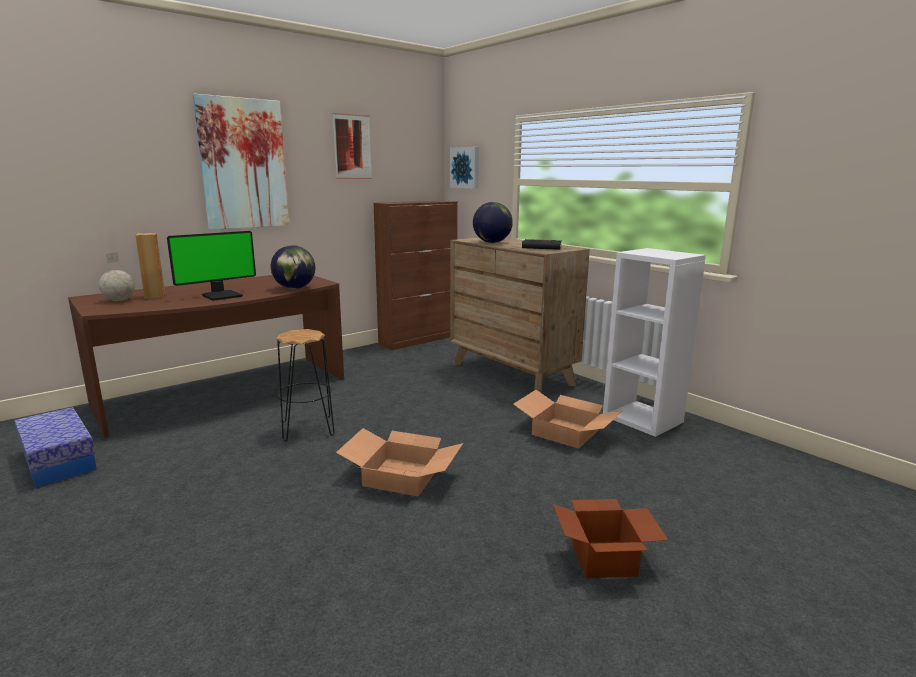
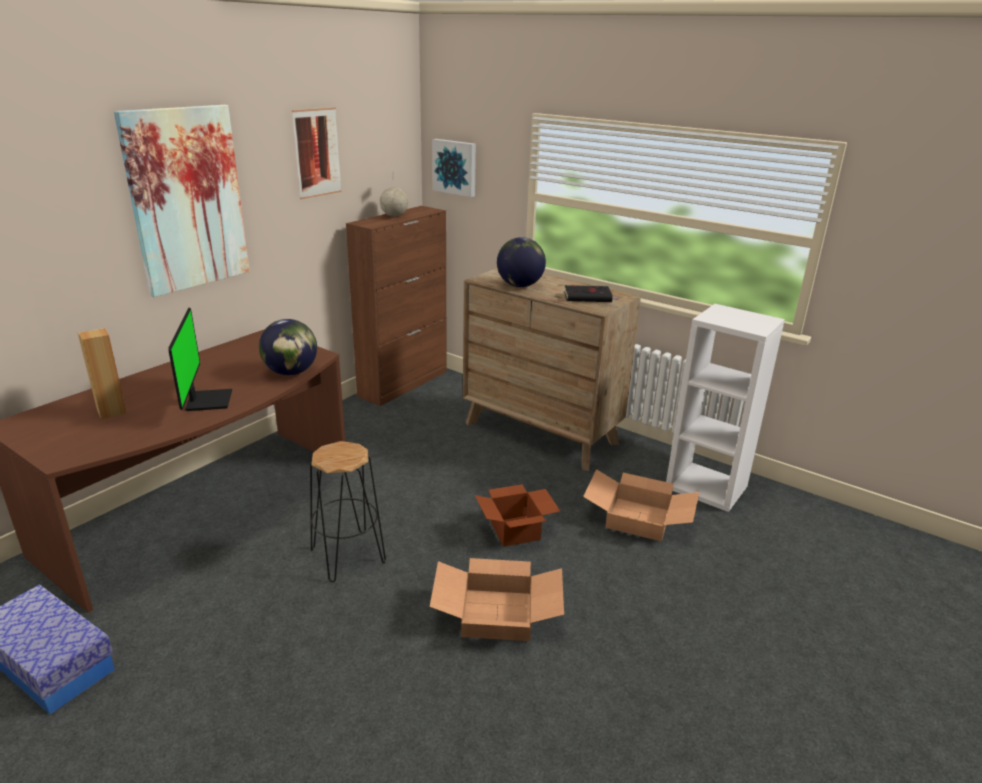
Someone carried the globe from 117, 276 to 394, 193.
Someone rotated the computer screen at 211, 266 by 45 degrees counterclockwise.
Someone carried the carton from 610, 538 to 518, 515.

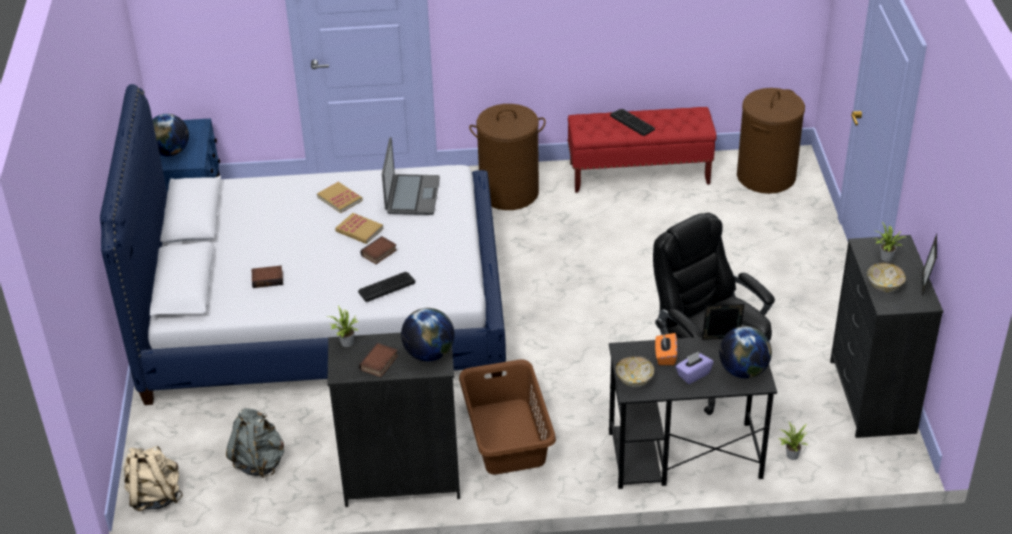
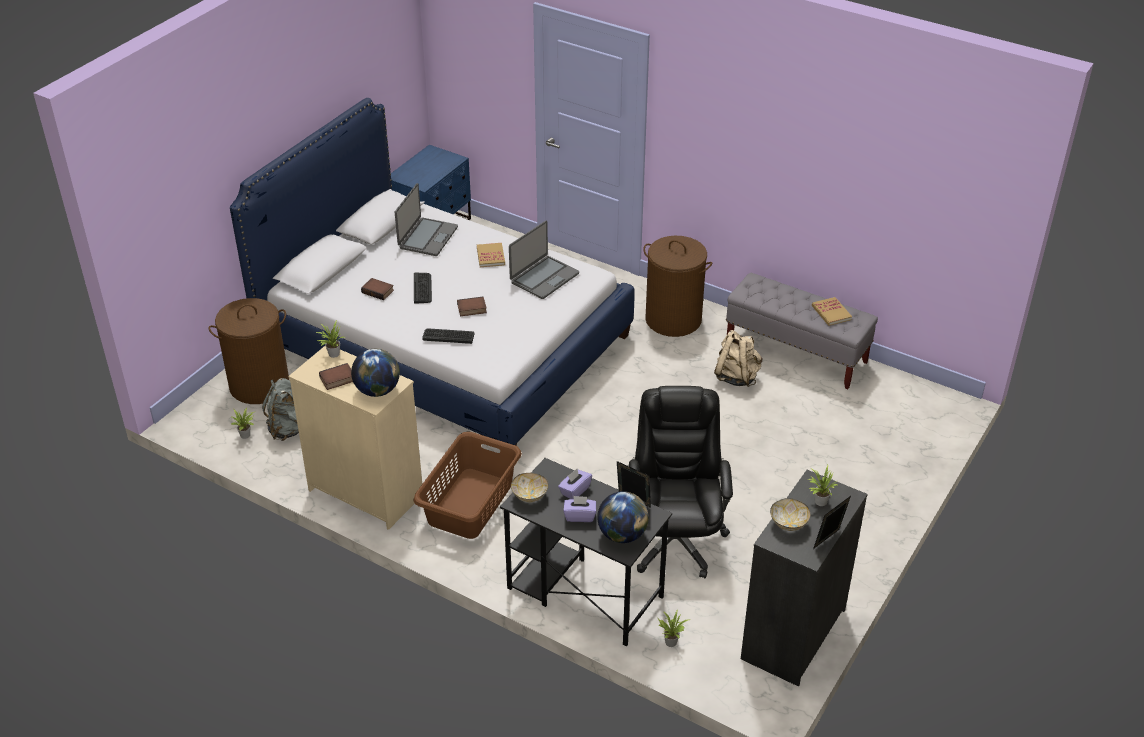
Someone carried the beige backpack from 153, 478 to 738, 358.
Someone took away the globe at 170, 135.
Someone repainted the black drawer chest at 393, 420, which became the beige drawer chest at 355, 438.
Someone carried the bound book from 359, 228 to 832, 311.
Someone repainted the red bench at 642, 150, which became the grey bench at 802, 331.
Someone carried the PC keyboard from 632, 122 to 423, 288.
Someone repainted the orange-coloured box of tissues at 666, 349, which became the purple-coloured box of tissues at 575, 484.
Someone carried the brown-coloured washing basket from 771, 141 to 248, 351.
Someone put down the plant in a pot at 242, 423.
Someone put down the laptop at 426, 219.

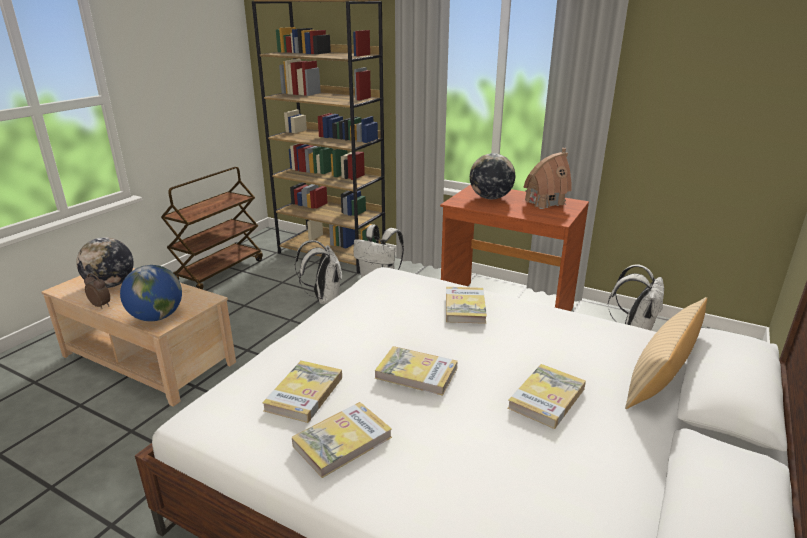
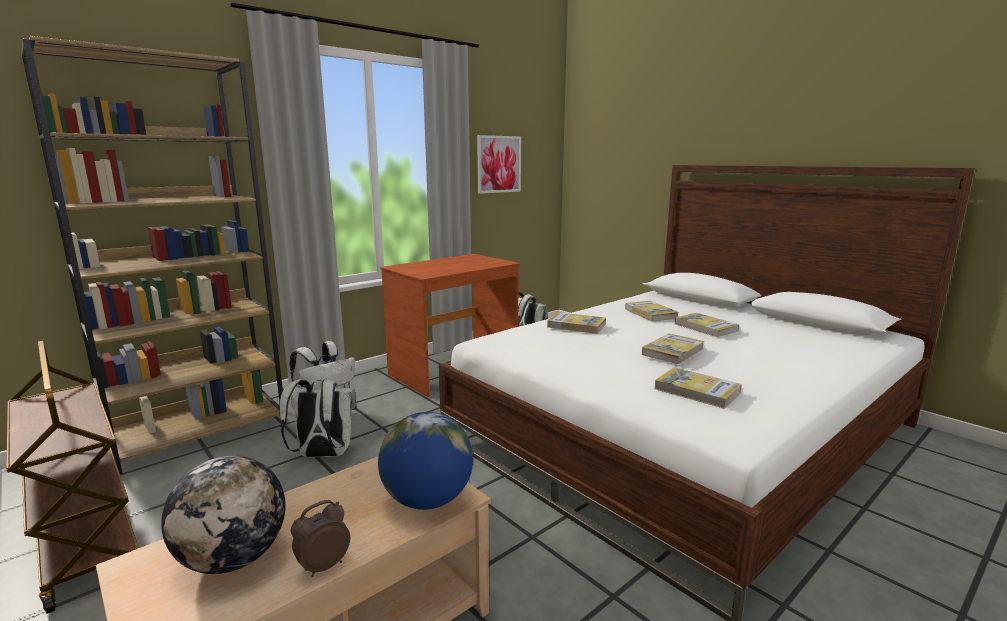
Someone carried the bound book from 342, 440 to 651, 311.
Someone took away the globe at 492, 176.
Someone took away the toy house at 547, 178.
Someone took away the beige pillow at 666, 353.
Someone put up the wall art at 499, 164.

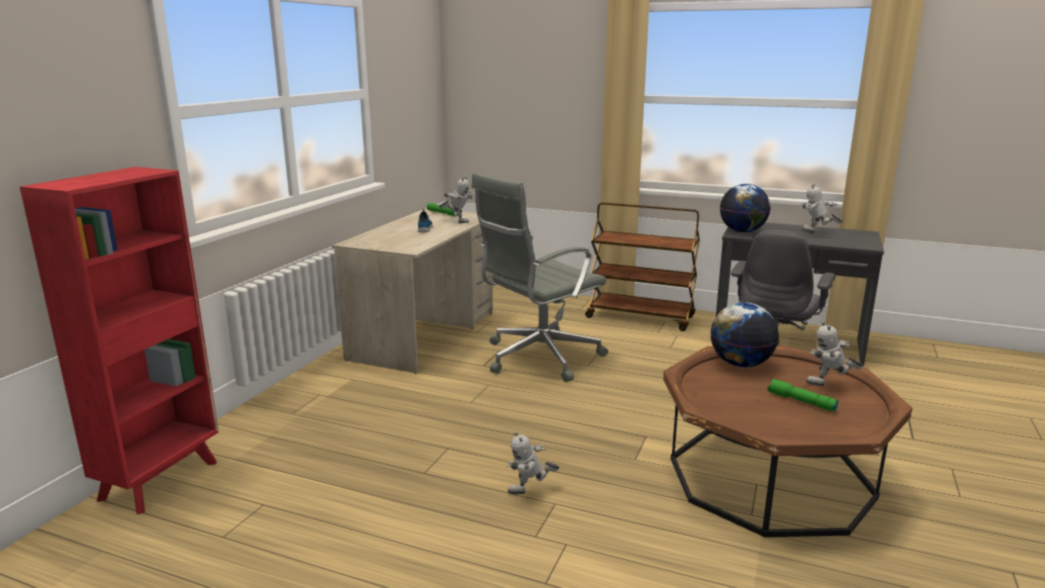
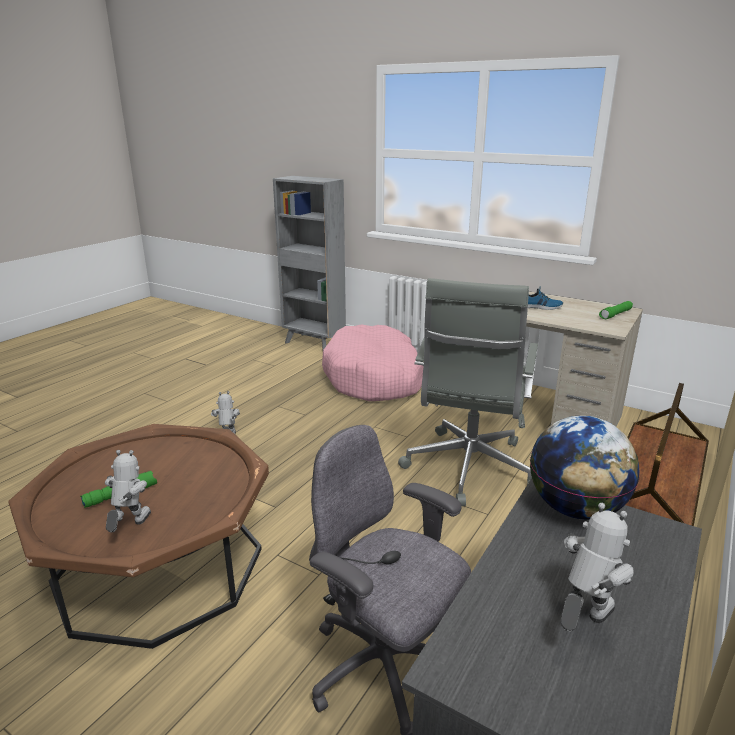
Someone repainted the red bookcase at 119, 340, which became the grey bookcase at 309, 263.
Someone took away the model robot at 456, 199.
Someone rotated the grey computer chair at 539, 277 by 135 degrees counterclockwise.
Someone took away the globe at 745, 334.
Someone put down the pink pet bed at 372, 362.

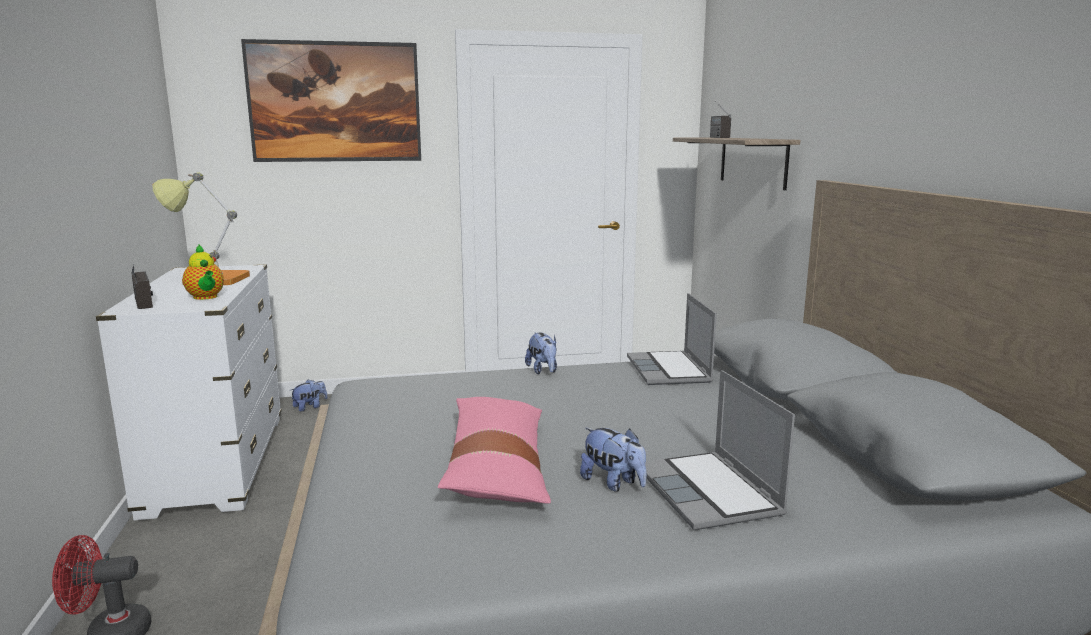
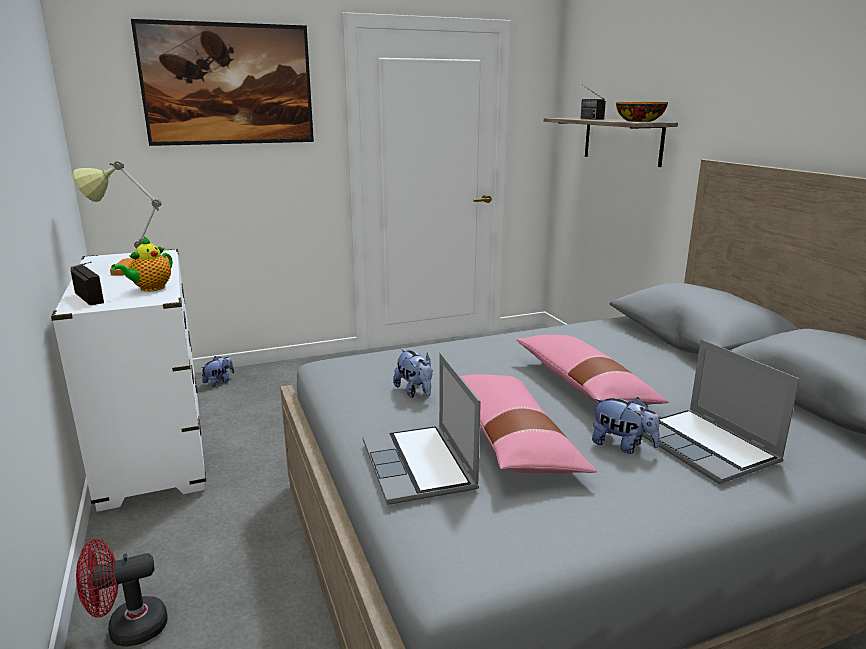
Someone rotated the pot for tea at 203, 272 by 75 degrees clockwise.
Someone carried the cuddly toy from 541, 353 to 413, 373.
Someone carried the laptop from 672, 339 to 422, 429.
Someone put down the pink pillow at 592, 370.
Someone put down the deep dish at 642, 112.

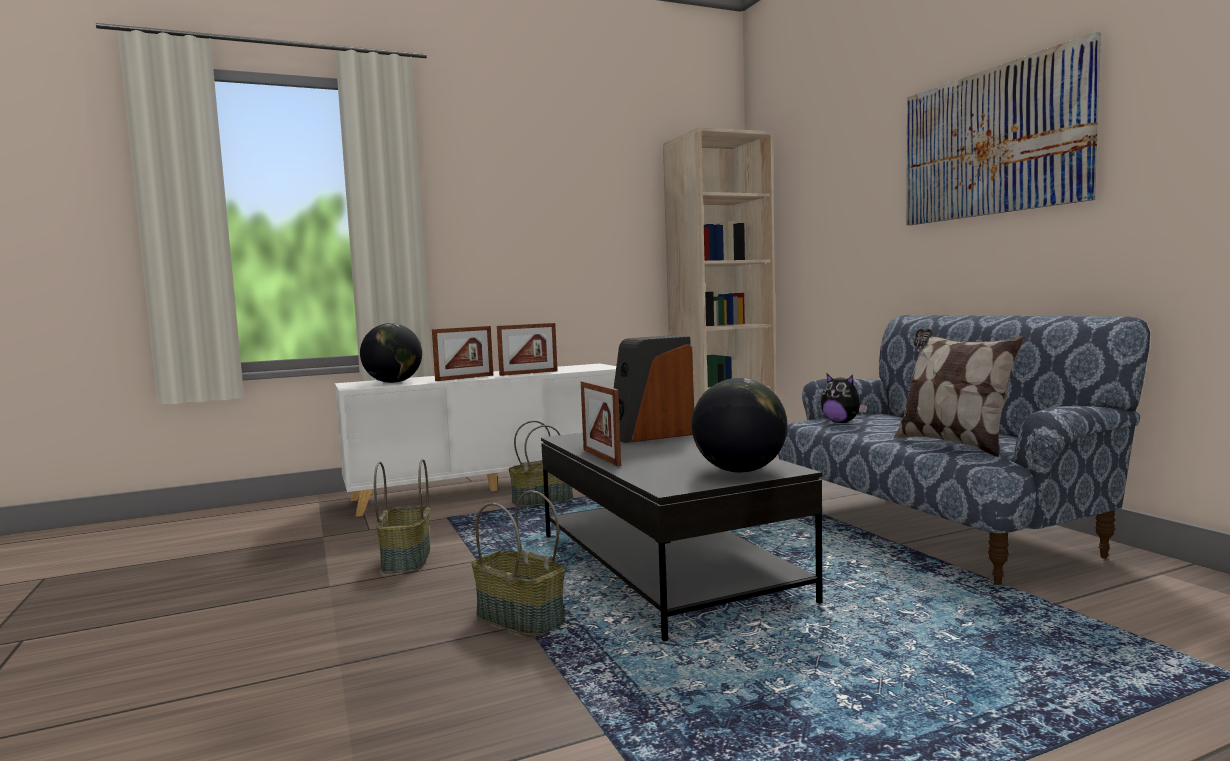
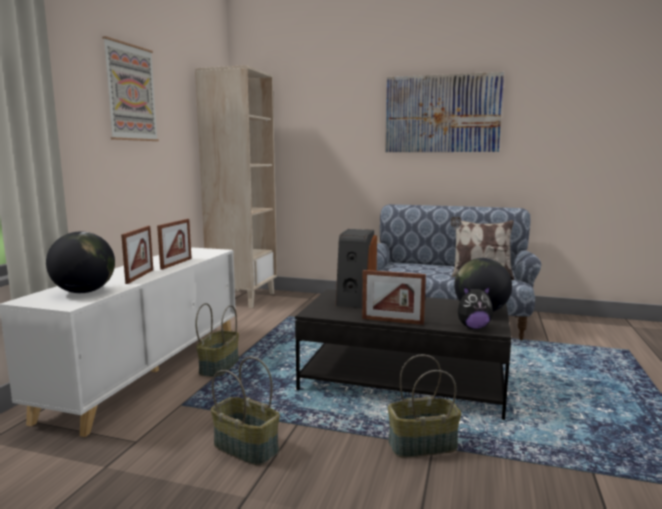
Someone carried the cuddly toy from 844, 398 to 475, 307.
Someone put up the wall art at 130, 88.

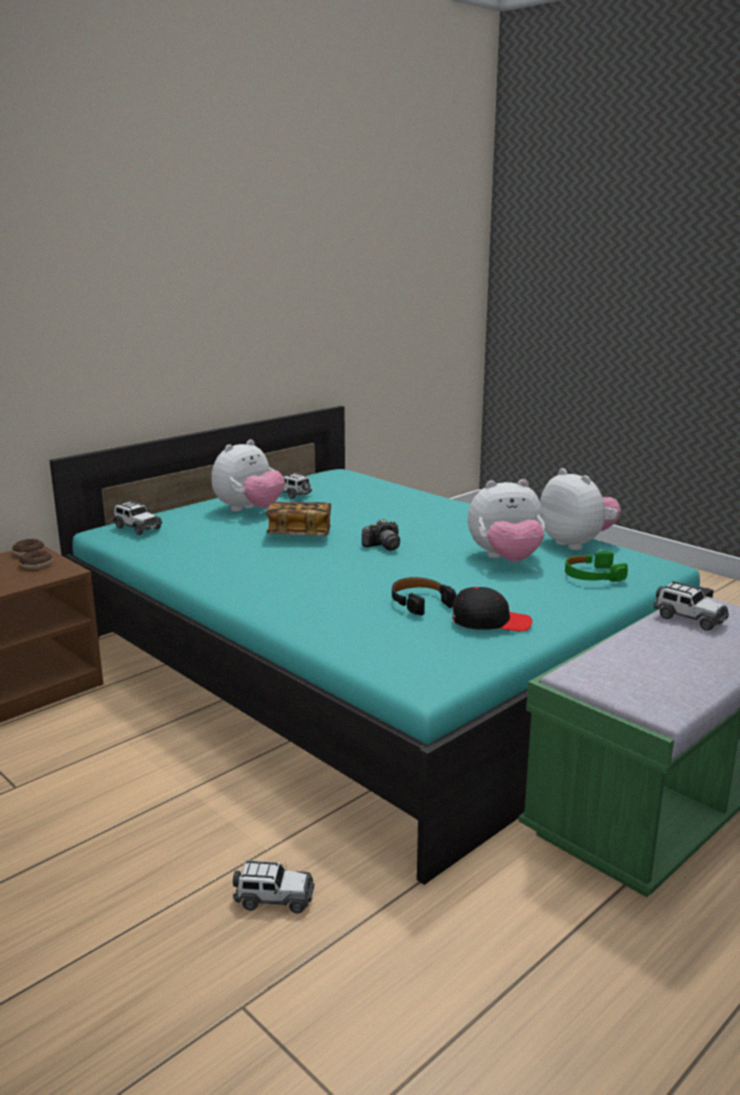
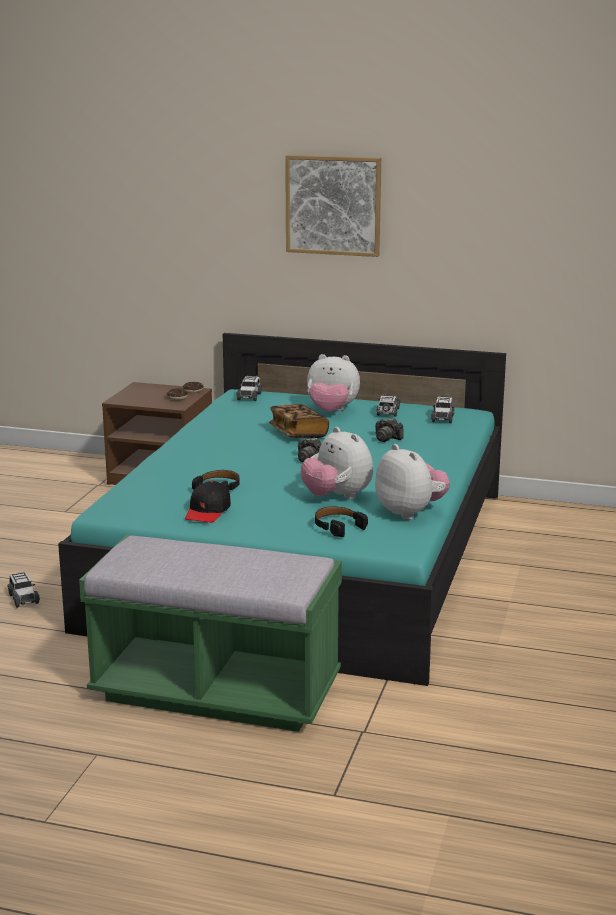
Someone rotated the black baseball cap at 492, 609 by 45 degrees clockwise.
Someone rotated the cuddly toy at 580, 509 by 60 degrees counterclockwise.
Someone repainted the green-coloured headphones at 596, 566, which became the black headphones at 341, 522.
Someone carried the toy car from 691, 606 to 443, 409.
Someone put up the wall art at 333, 206.
Someone put down the still camera at 389, 430.

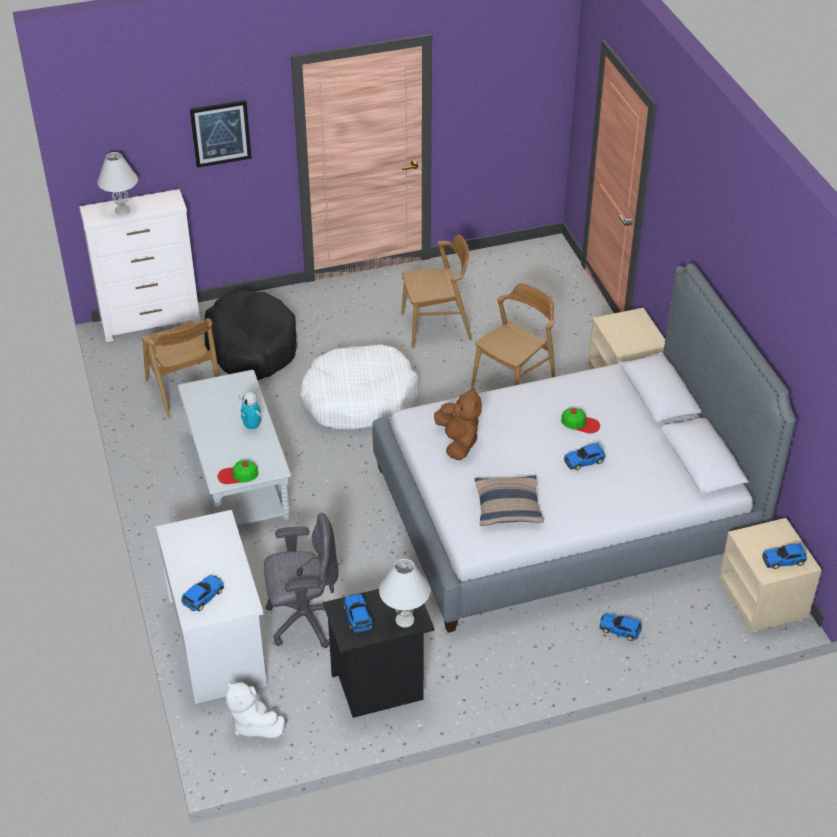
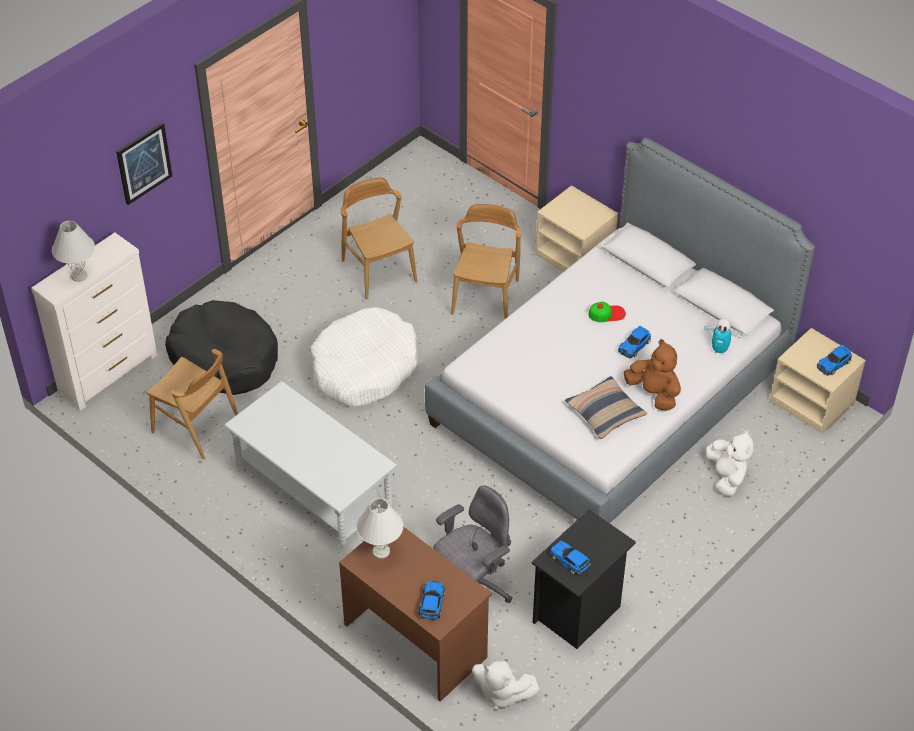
Someone repainted the whitish desk at 211, 607, which became the brown-coloured desk at 415, 614.
Someone took away the baseball cap at 237, 472.
Someone carried the model robot from 251, 411 to 723, 336.
Someone carried the whitish lamp for a table from 404, 593 to 379, 528.
Someone rotated the brown-coloured chair at 436, 291 by 75 degrees counterclockwise.
Someone carried the brown-coloured cuddly toy from 458, 423 to 652, 374.
Someone swapped the toy car at 620, 627 for the whitish cuddly toy at 729, 462.

